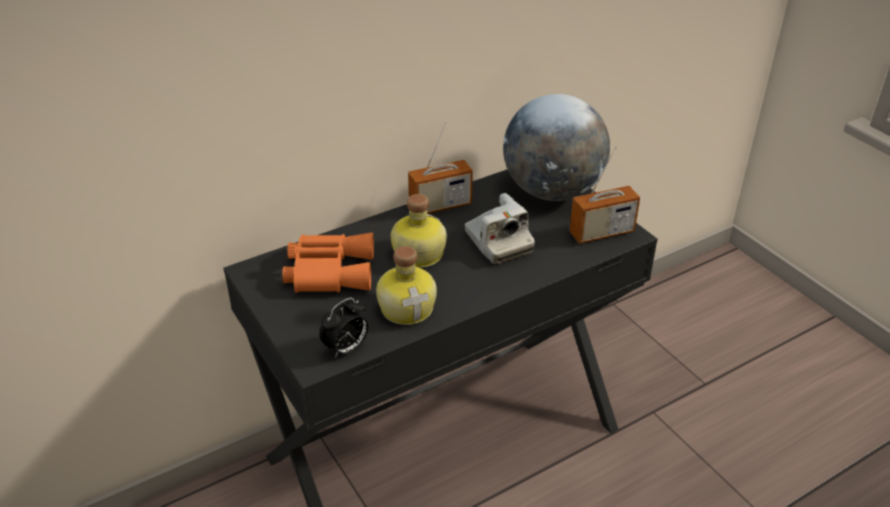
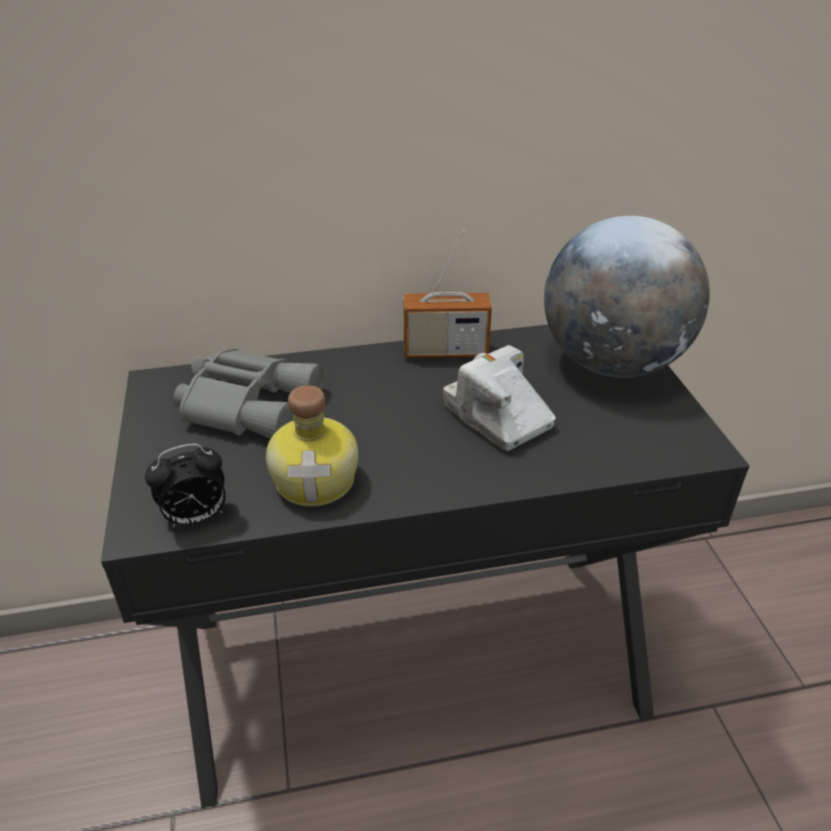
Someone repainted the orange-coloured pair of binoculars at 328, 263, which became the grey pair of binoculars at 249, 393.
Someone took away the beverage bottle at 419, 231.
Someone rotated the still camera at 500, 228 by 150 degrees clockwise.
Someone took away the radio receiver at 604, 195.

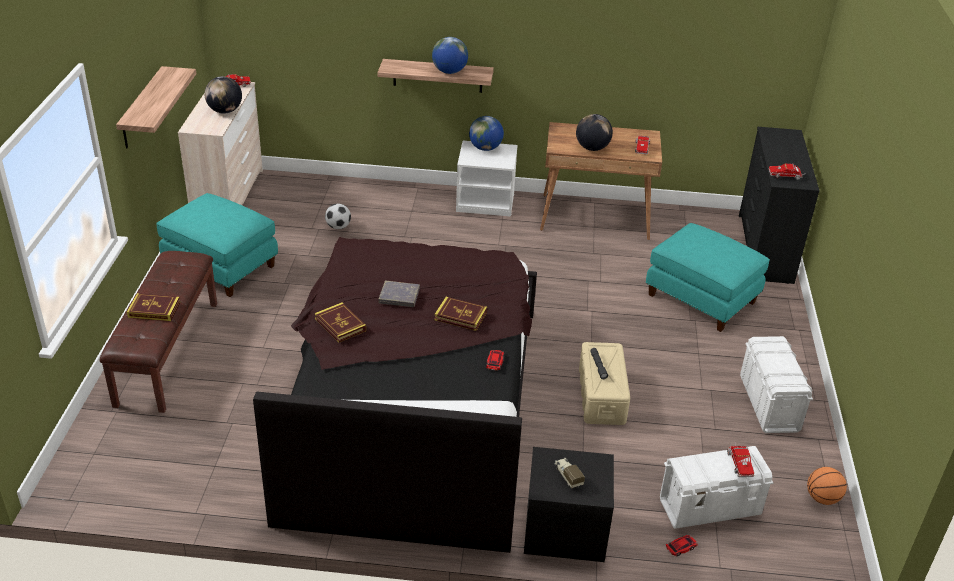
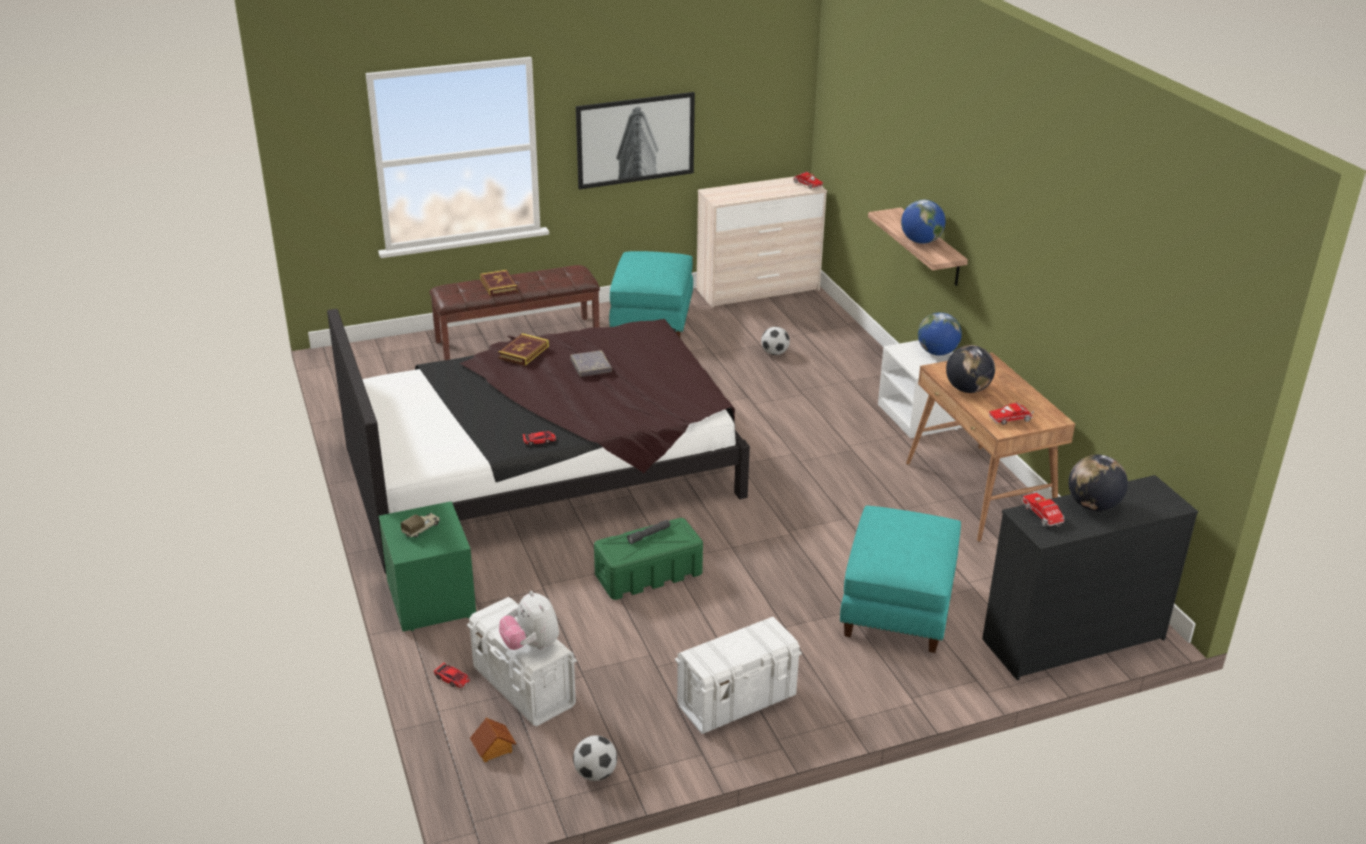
Someone swapped the bracket shelf at 156, 107 for the wall art at 635, 141.
Someone carried the globe from 223, 95 to 1098, 483.
Someone took away the bound book at 460, 314.
Someone repainted the black bedside table at 569, 504, which became the green-coloured bedside table at 427, 566.
Someone repainted the beige storage bin at 604, 383, which became the green-coloured storage bin at 648, 559.
Someone swapped the toy truck at 741, 460 for the cuddly toy at 529, 620.
Someone swapped the basketball ball at 827, 486 for the football at 595, 758.
Someone put down the toy house at 493, 739.

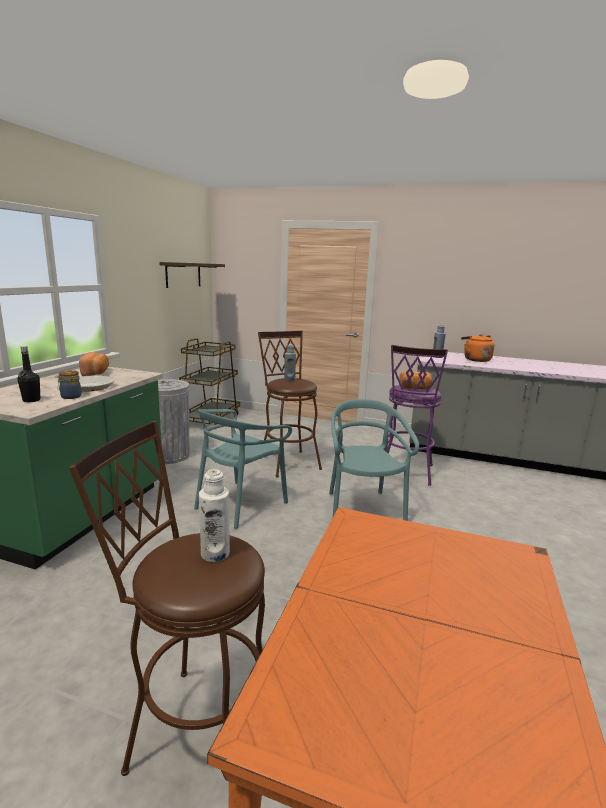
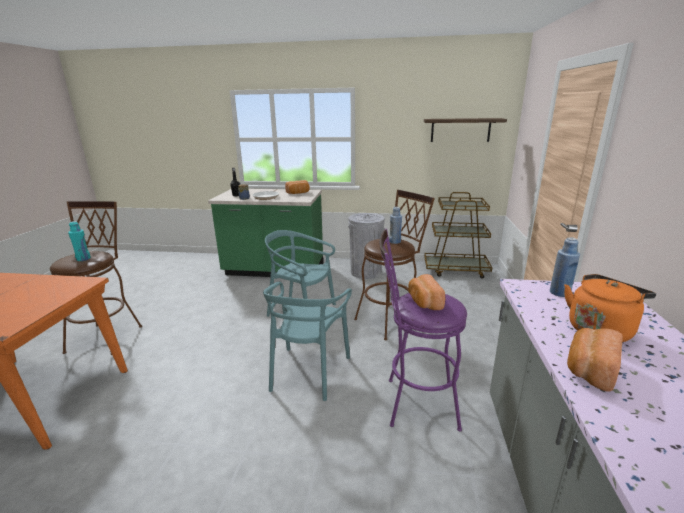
Someone repainted the whitish beverage bottle at 214, 515, which became the blue-green beverage bottle at 79, 241.
Someone rotated the blue-green chair at 374, 460 by 120 degrees clockwise.
Someone put down the bread at 595, 360.

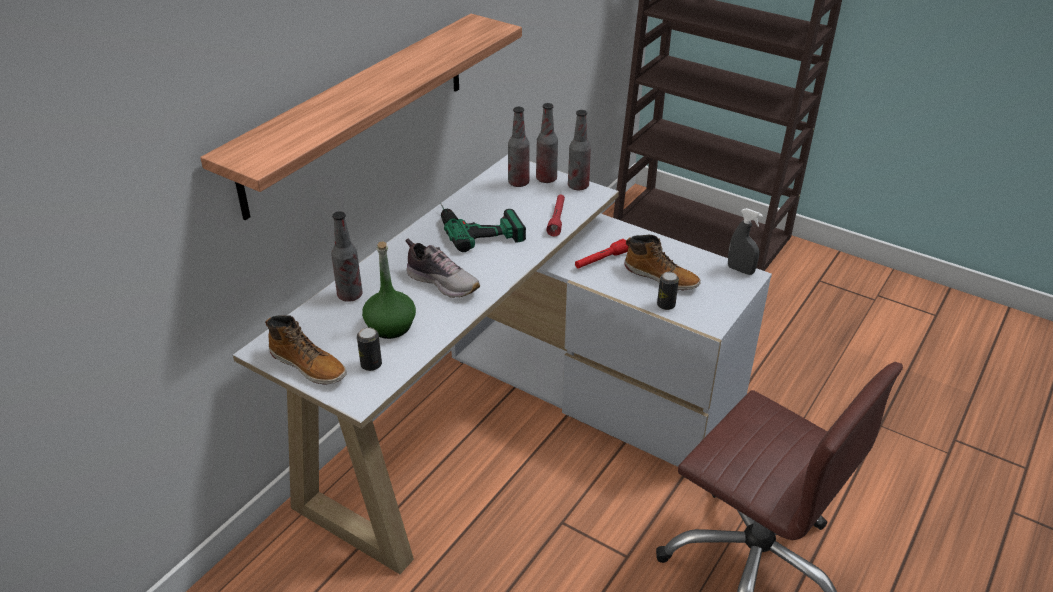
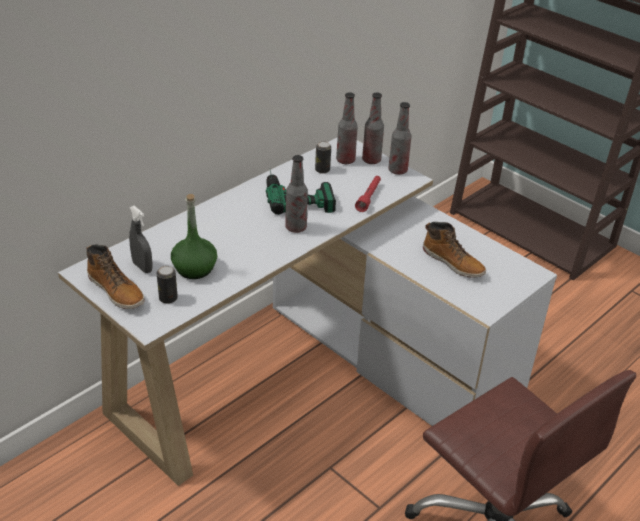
Someone took away the bracket shelf at 361, 117.
Someone carried the beverage bottle from 347, 256 to 296, 194.
Someone took away the item of footwear at 442, 268.
Someone took away the red hand torch at 602, 254.
Someone carried the metal can from 668, 291 to 323, 157.
Someone carried the grey spray bottle from 745, 241 to 141, 239.

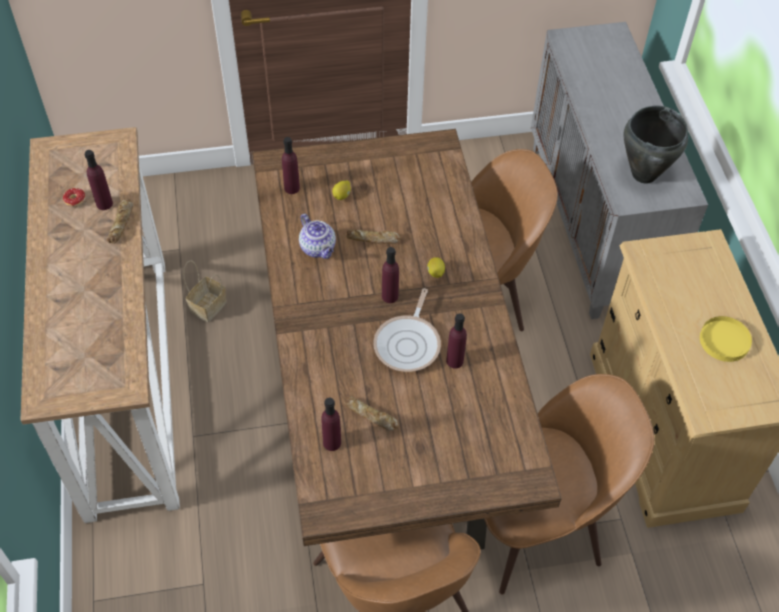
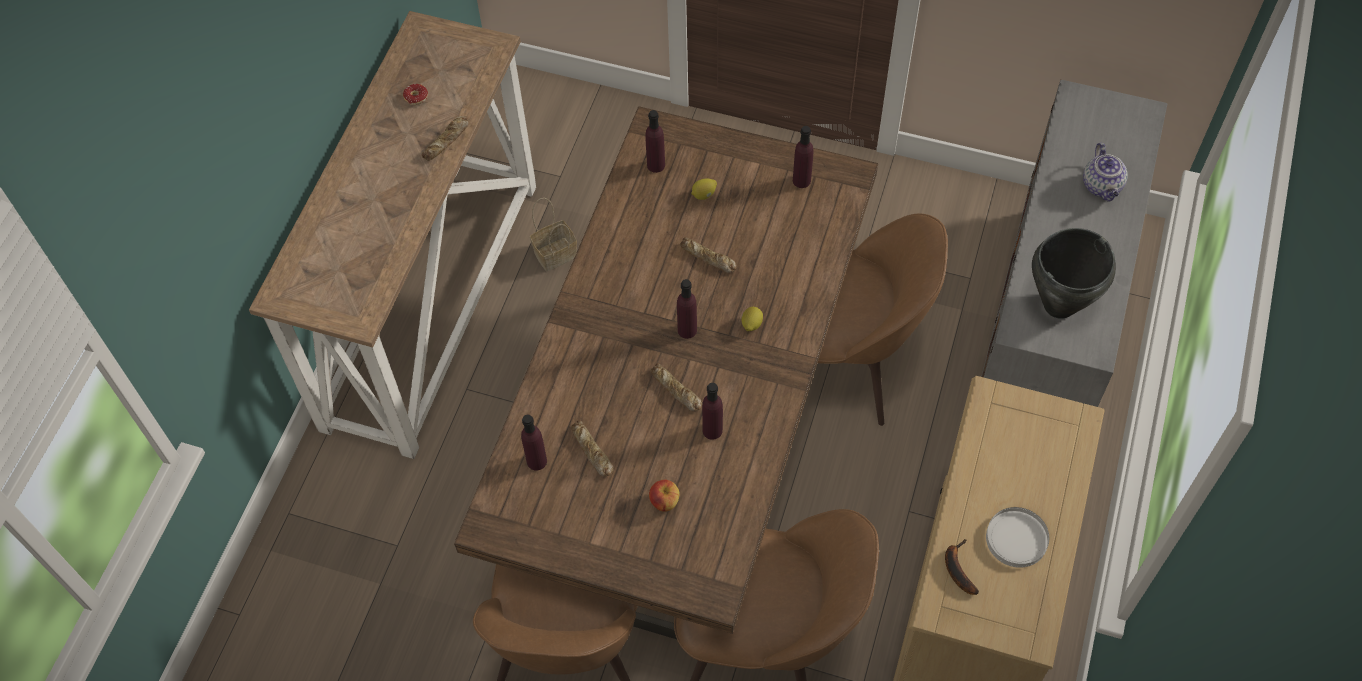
Someone carried the purple-coloured beverage bottle from 99, 180 to 803, 157.
Someone carried the pot for tea from 317, 236 to 1105, 172.
Someone swapped the pan at 407, 330 for the bread at 676, 387.
Someone repainted the yellow dinner plate at 726, 339, which became the whitish dinner plate at 1017, 537.
Someone put down the whole apple at 664, 496.
Someone put down the banana at 962, 567.

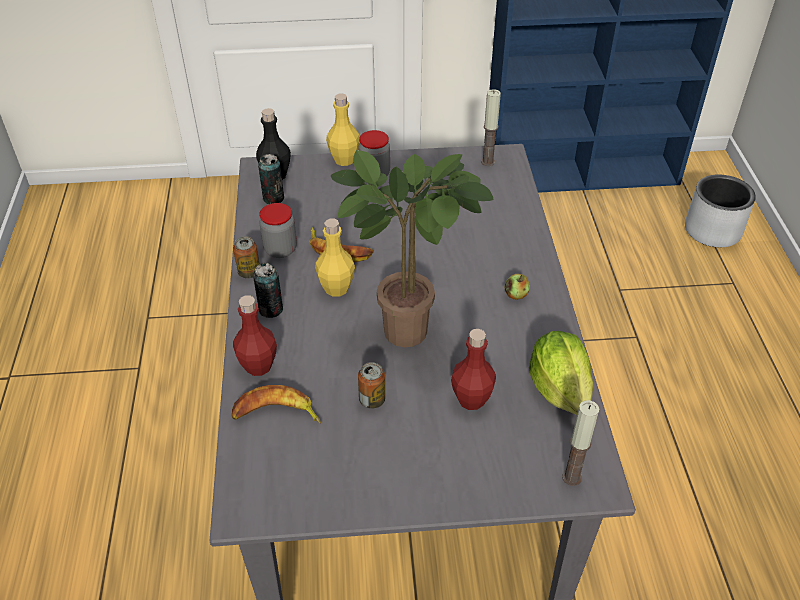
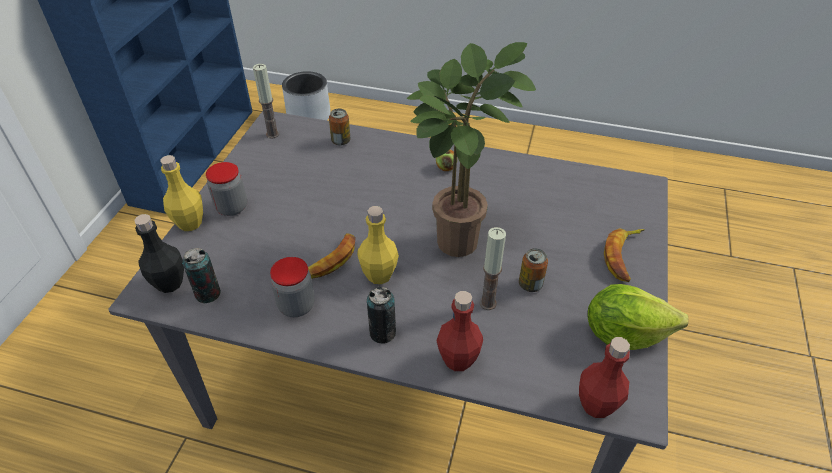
Someone carried the banana from 276, 404 to 624, 255.
Someone carried the metal can from 246, 257 to 340, 127.
Someone carried the red beverage bottle from 473, 369 to 604, 377.
Someone carried the lettuce head from 561, 373 to 638, 317.
Someone carried the wax light from 580, 443 to 492, 268.

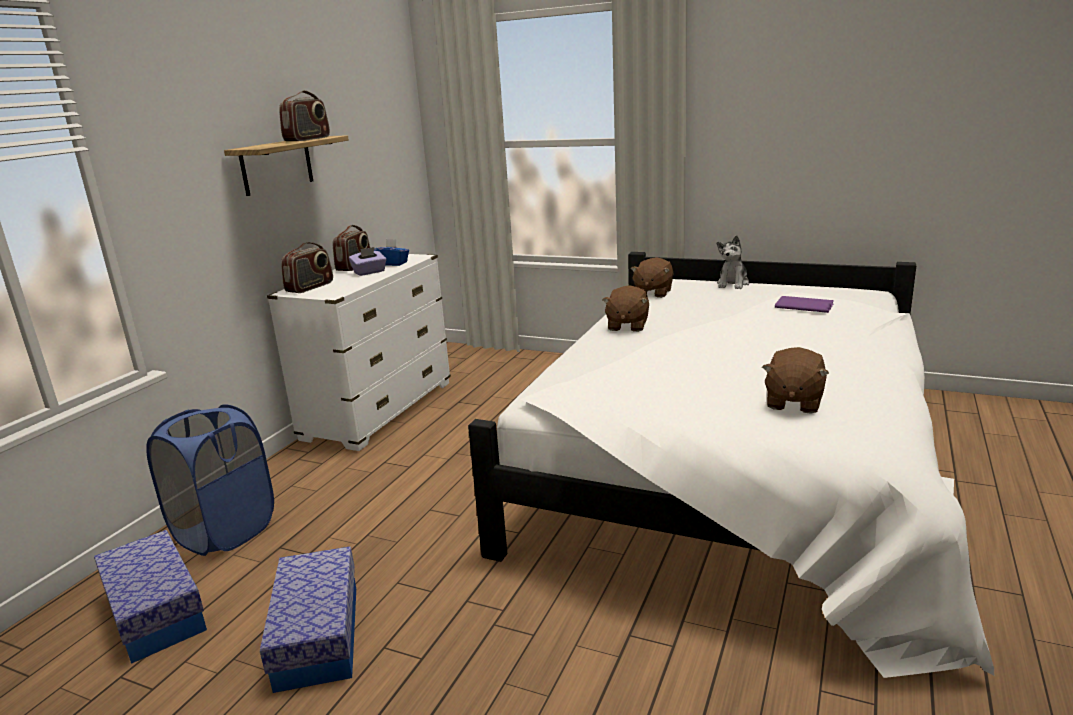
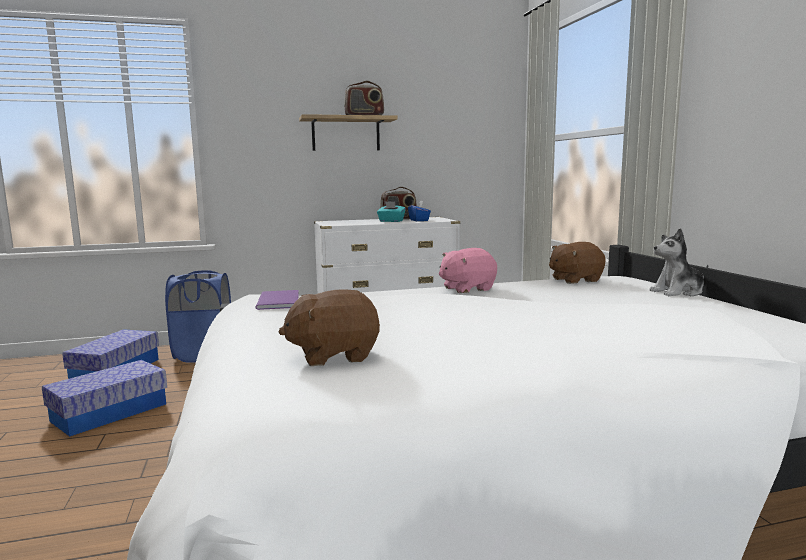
Someone took away the radio receiver at 307, 267.
Someone repainted the purple-coloured box of tissues at 368, 261, which became the blue-green box of tissues at 391, 211.
Someone repainted the brown-coloured cuddly toy at 625, 308, which became the pink cuddly toy at 468, 270.
Someone carried the purple-coloured bound book from 804, 304 to 277, 300.

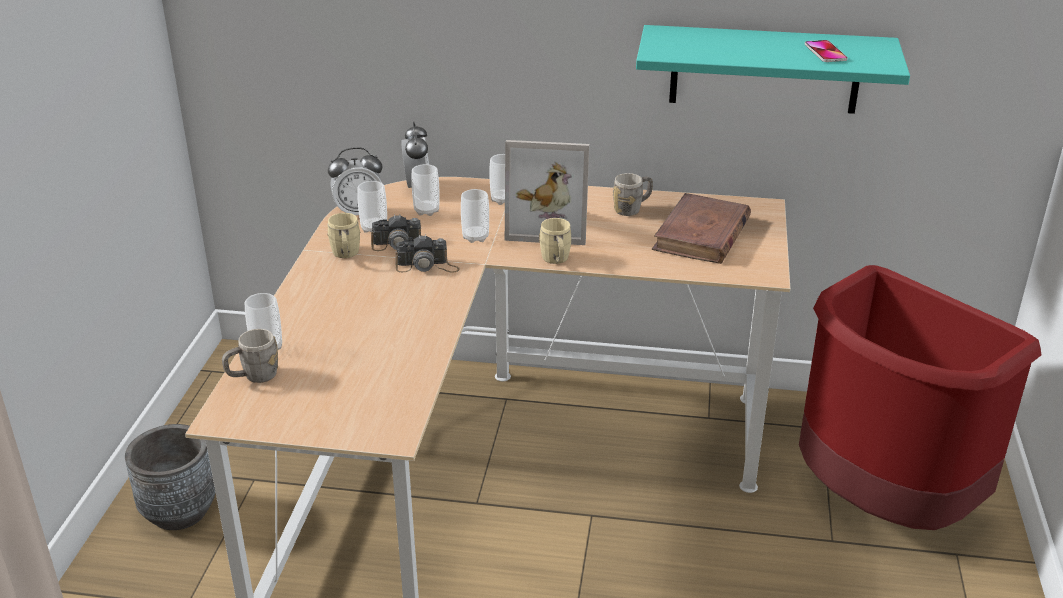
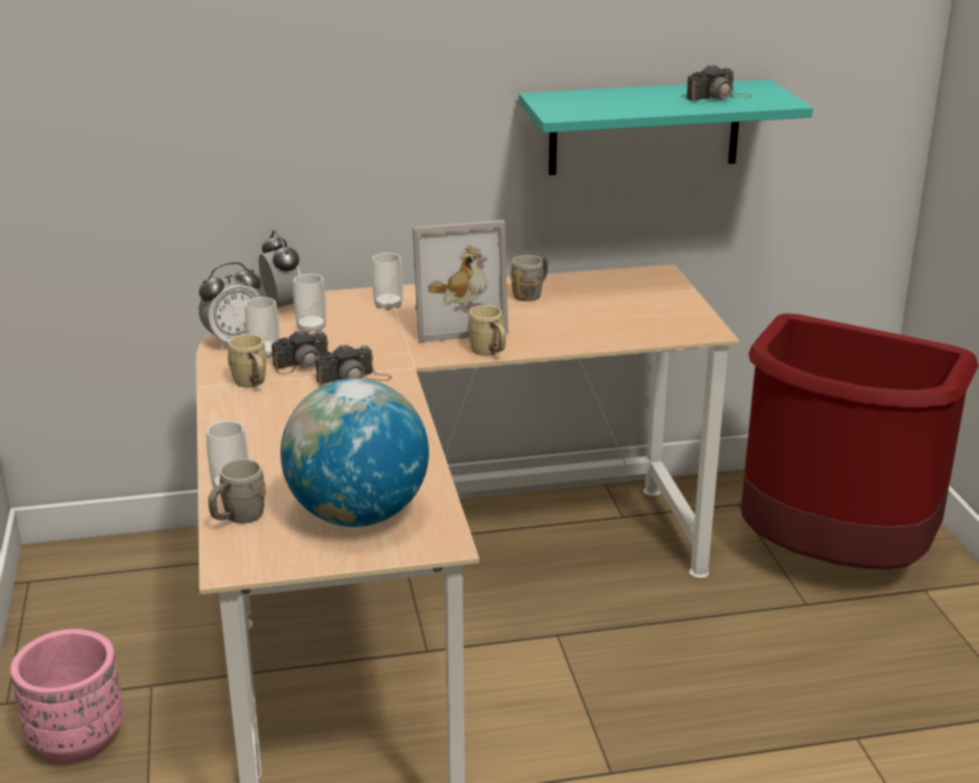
Someone repainted the grey flower pot at 170, 477, which became the pink flower pot at 67, 696.
Someone took away the drinking cup at 475, 216.
Someone took away the brown-coloured bound book at 701, 228.
Someone swapped the telephone at 826, 51 for the still camera at 719, 84.
Someone put down the globe at 354, 452.

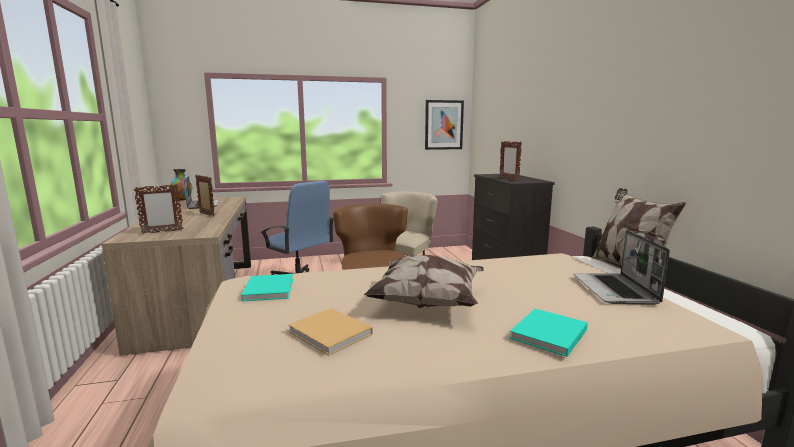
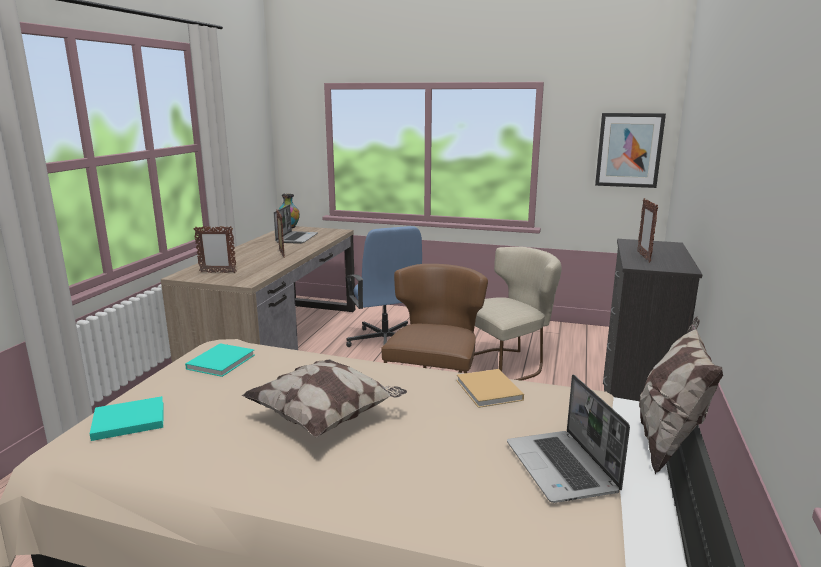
Someone carried the beige bound book from 330, 332 to 490, 388.
Someone carried the blue-green bound book from 548, 333 to 126, 418.
Someone rotated the laptop at 622, 267 by 45 degrees counterclockwise.

